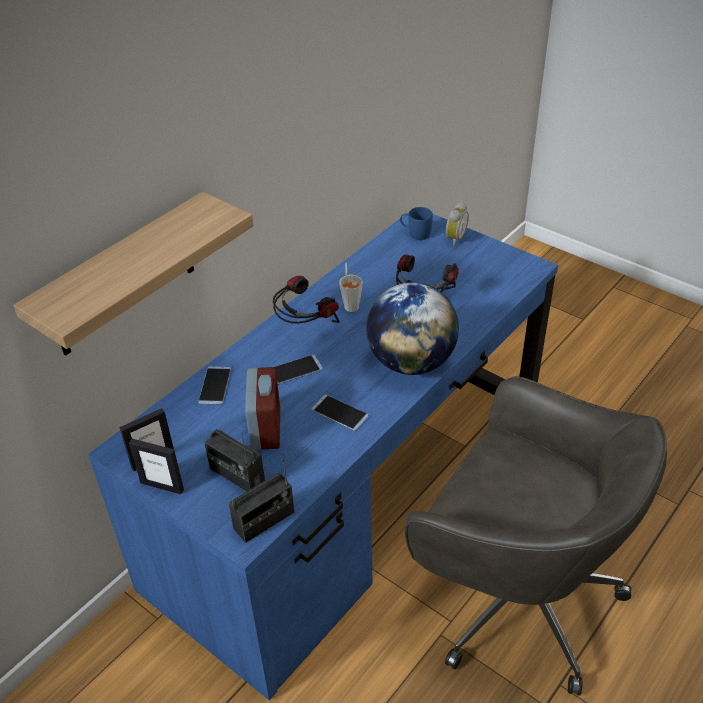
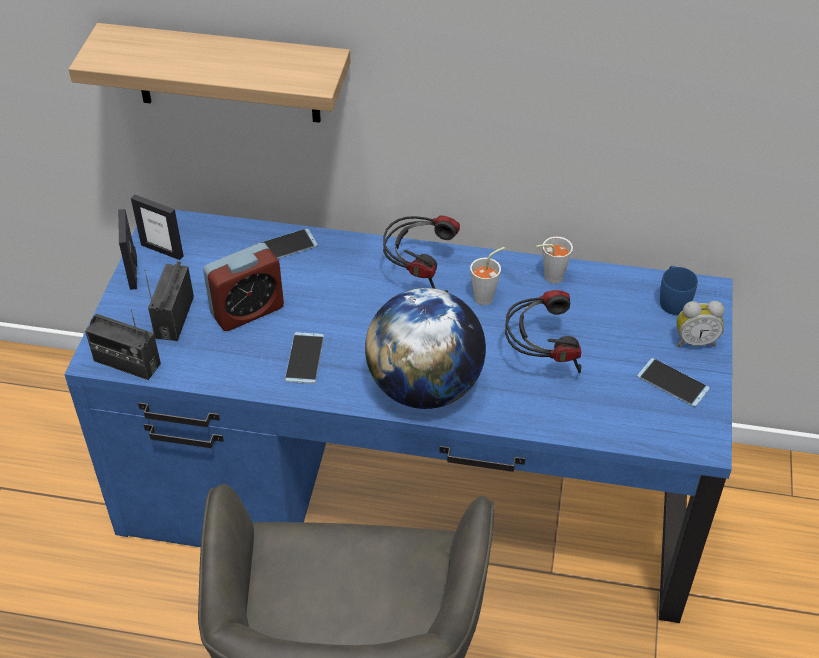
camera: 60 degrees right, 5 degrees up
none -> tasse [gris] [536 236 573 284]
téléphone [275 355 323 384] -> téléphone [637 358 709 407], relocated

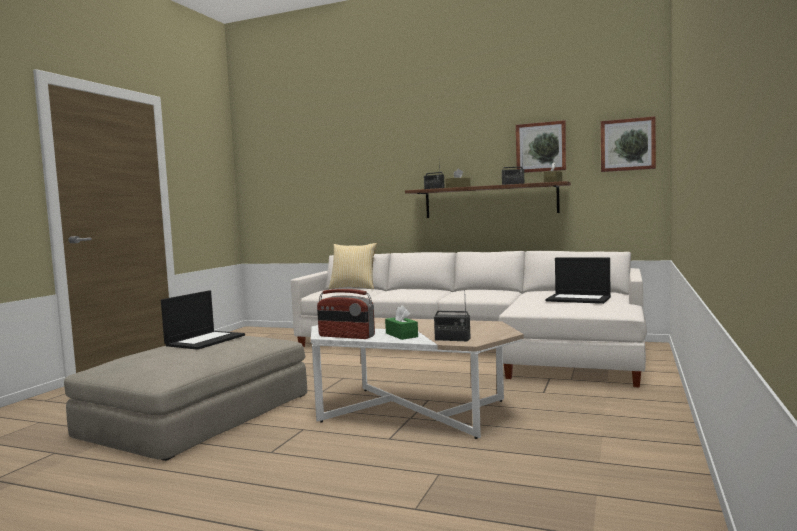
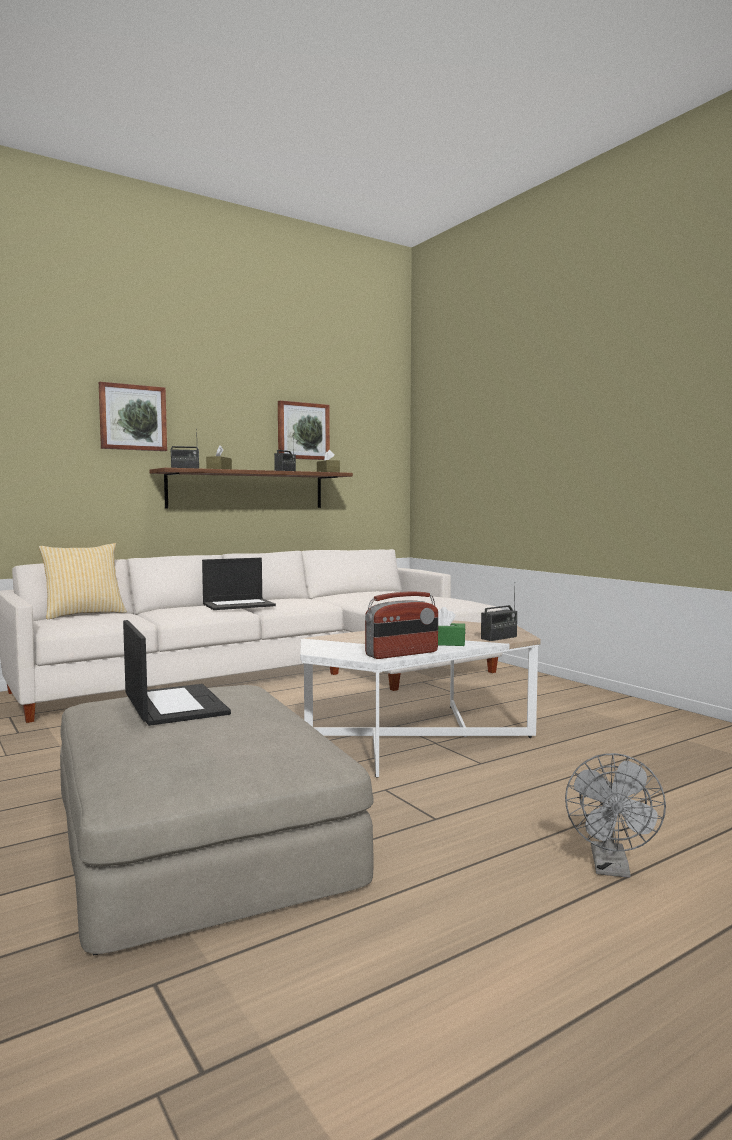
camera: 55 degrees left, 0 degrees up
none -> ventilateur [gris] [565 753 666 878]
ordinateur portable [545 257 611 304] -> ordinateur portable [202 558 276 610], relocated
tableau [601 116 656 172] -> tableau [99 382 167 451], relocated

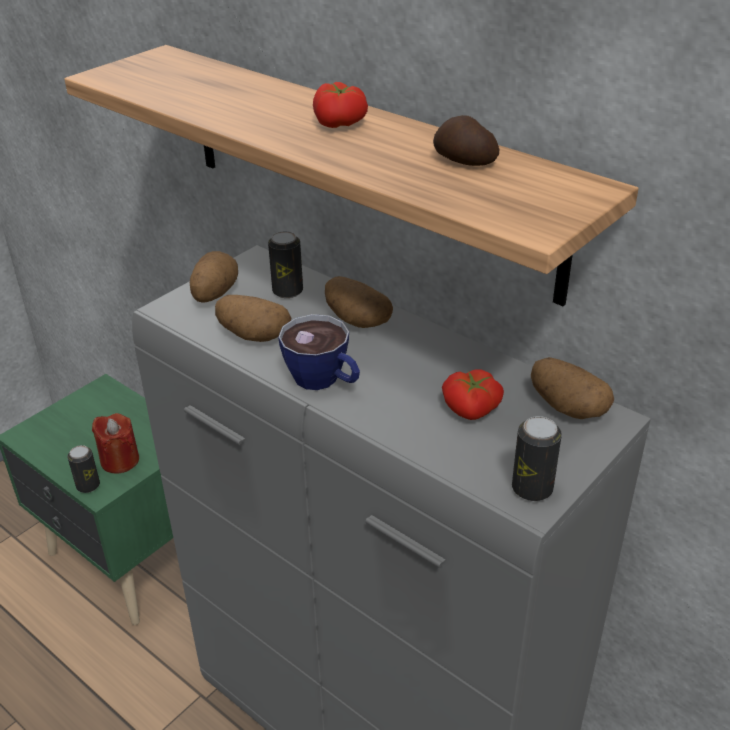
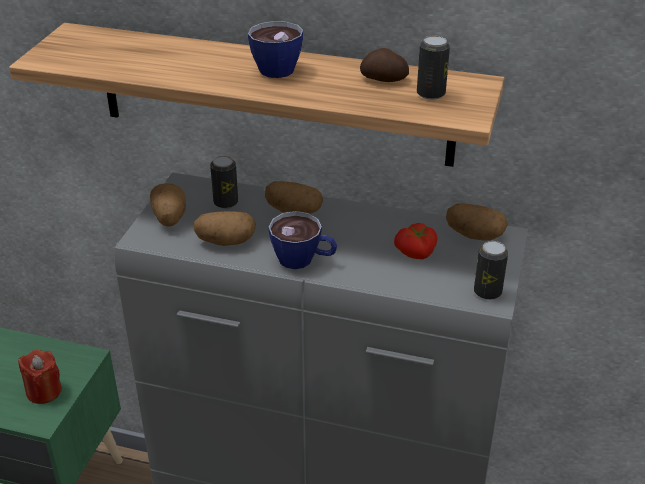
camera: 25 degrees left, 0 degrees up
boîte métallique [67 445 100 493] -> boîte métallique [417 35 450 100], relocated
tomate [313 82 368 128] -> tasse [248 21 303 78]

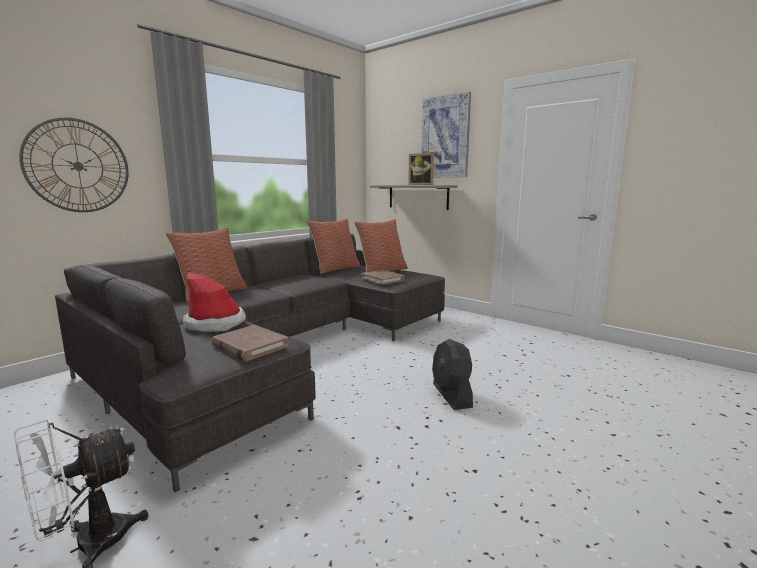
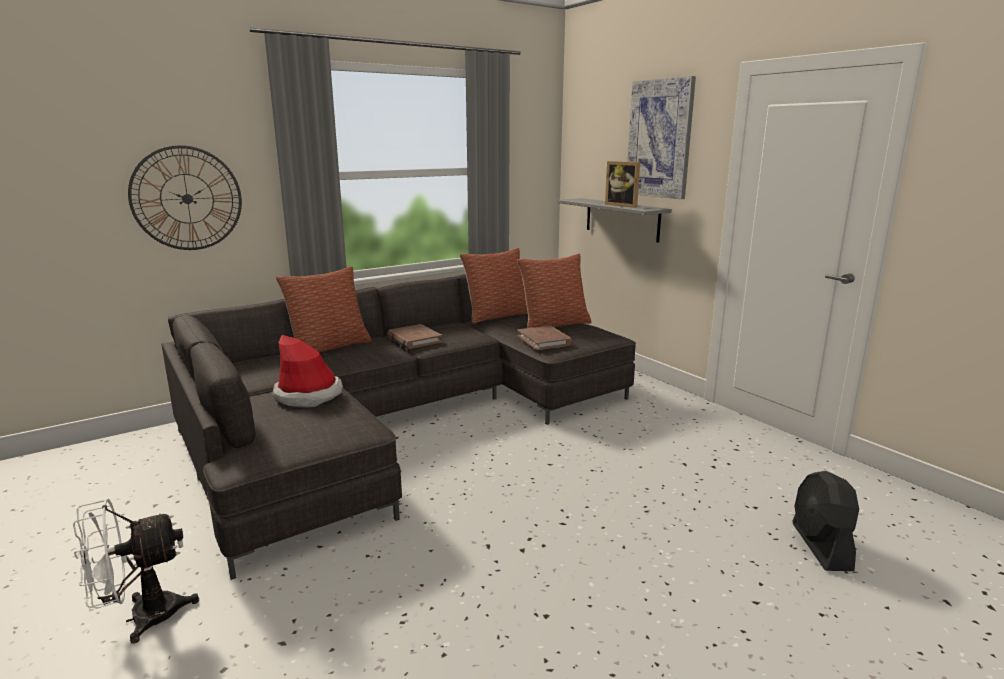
camera: 15 degrees right, 5 degrees up
livre [marron] [212 325 289 361] -> livre [marron] [387 324 442 349], relocated
ventilateur [noir] [432 339 473 410] -> ventilateur [noir] [792 471 859 571], relocated

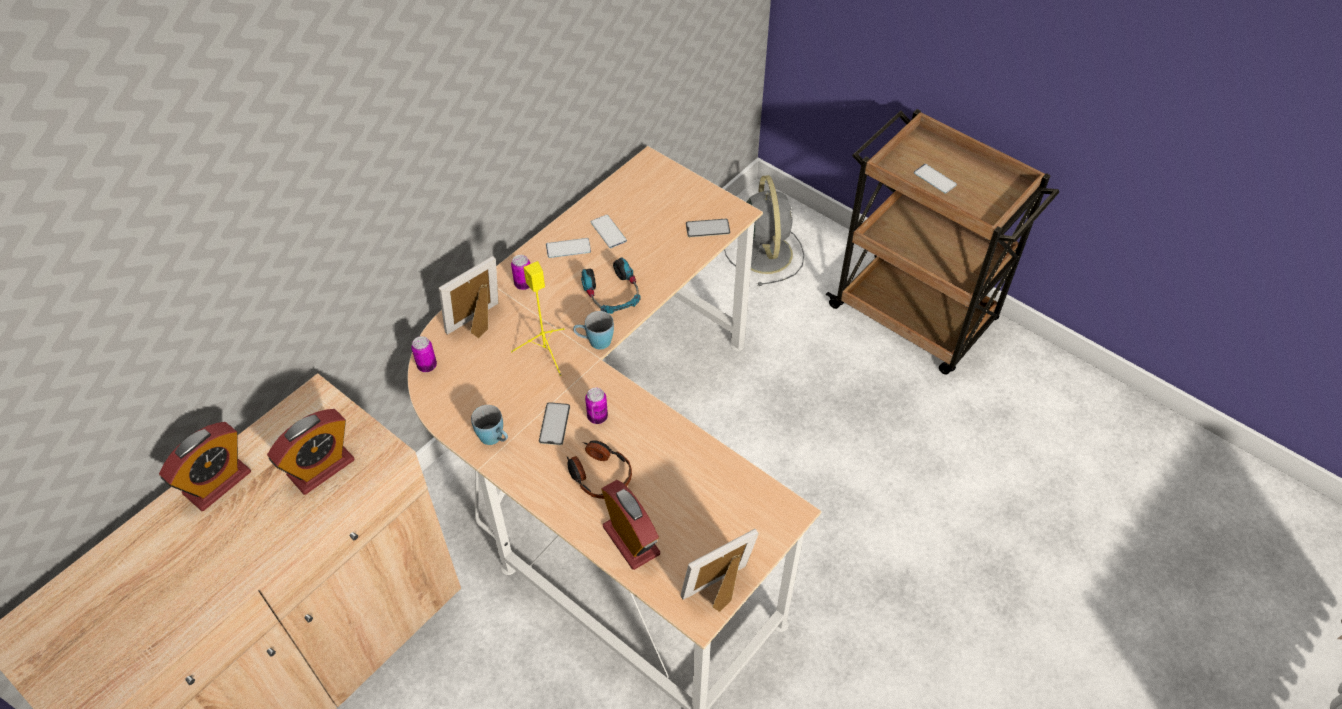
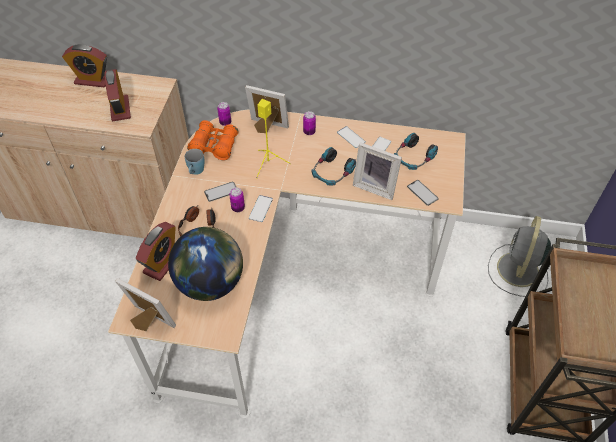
camera: 60 degrees right, 0 degrees up
mug [bleu] [573 311 614 350] -> none
none -> globe [168 227 243 301]
none -> jumelles [orange] [187 120 238 160]
none -> cadre photo [353 142 402 200]
none -> casque audio [394 133 438 170]
téléphone [914 164 957 194] -> téléphone [249 195 273 222], relocated
réveil [267 409 354 495] -> réveil [104 69 131 121], 60 degrees clockwise
ventilateur [gris] [724 175 804 286] -> ventilateur [gris] [488 216 551 297], 150 degrees clockwise

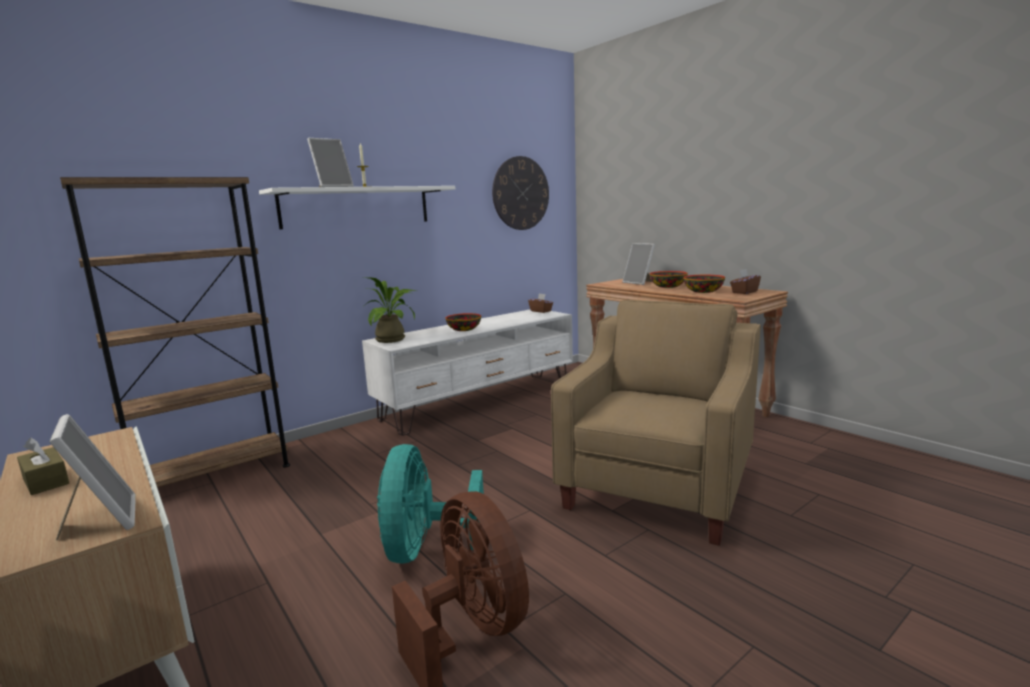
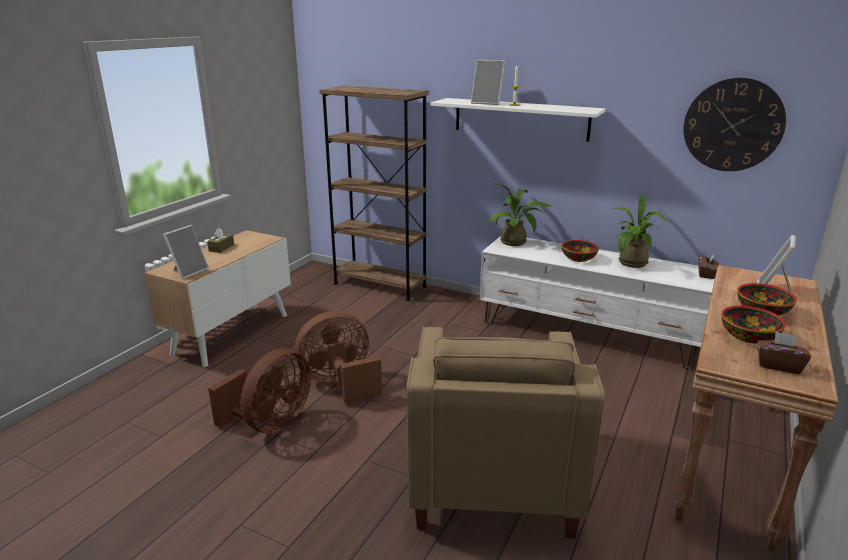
camera: 65 degrees right, 10 degrees up
none -> plante en pot [611 195 667 268]
ventilateur [turquoise] [377 444 484 564] -> ventilateur [marron] [294 311 382 403]
fauteuil [beige] [551 300 761 546] -> fauteuil [beige] [407 326 605 538], 90 degrees clockwise

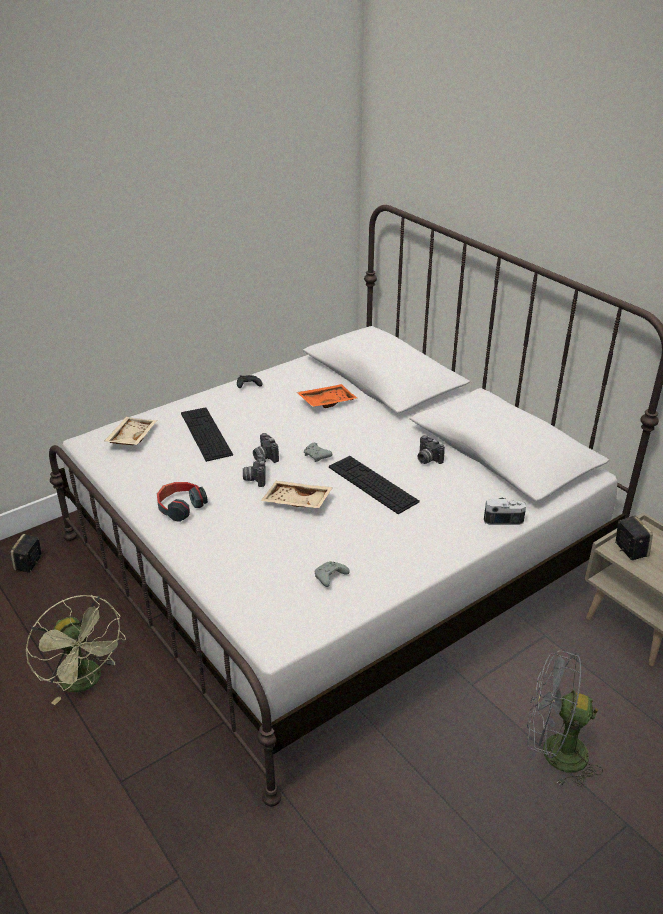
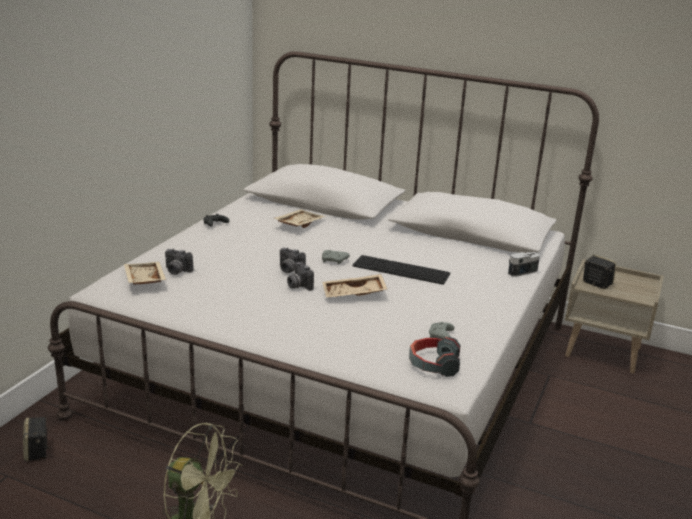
camera: 30 degrees left, 10 degrees down
clavier [181 407 233 462] -> none
ventilateur [gris] [527 651 603 787] -> none
casque audio [157 482 208 522] -> casque audio [409 337 461 377], relocated
appareil photo [418 435 445 464] -> appareil photo [165 248 193 275], relocated
plateau [orange] [297 384 358 408] -> plateau [beige] [274 209 326 228]

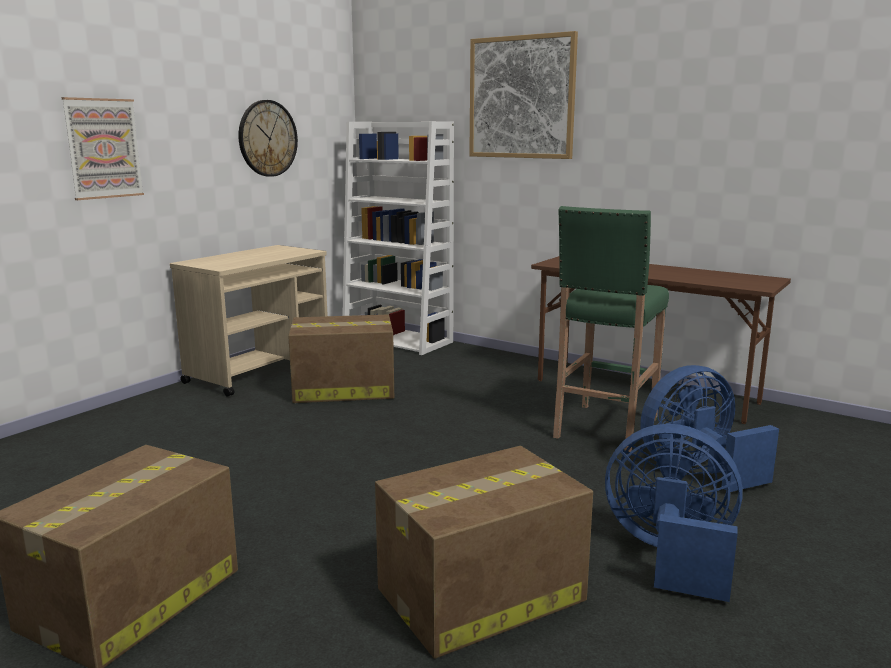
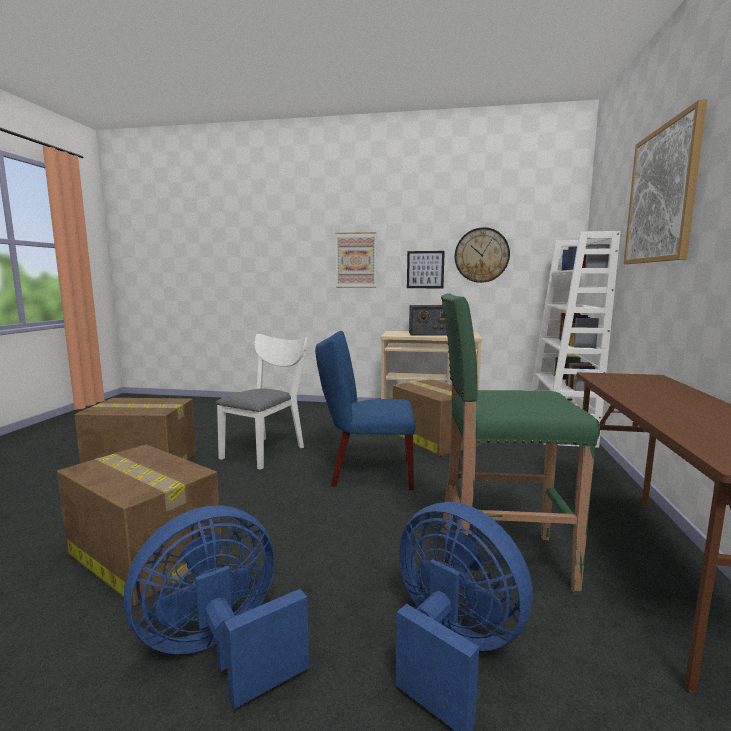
camera: 65 degrees right, 5 degrees down
none -> chaise [blanc] [216 334 308 470]
none -> chaise [bleu] [315 331 416 490]
none -> tableau [407 251 445 288]
none -> radio [409 305 447 336]
ventilateur [bleu] [605 424 743 602] -> ventilateur [bleu] [124 505 309 709], 120 degrees counterclockwise

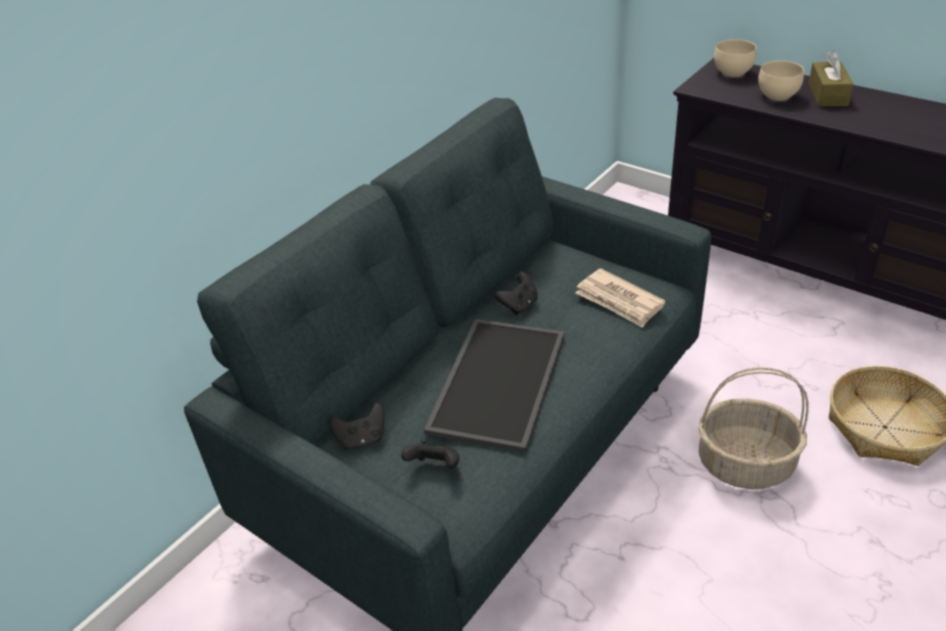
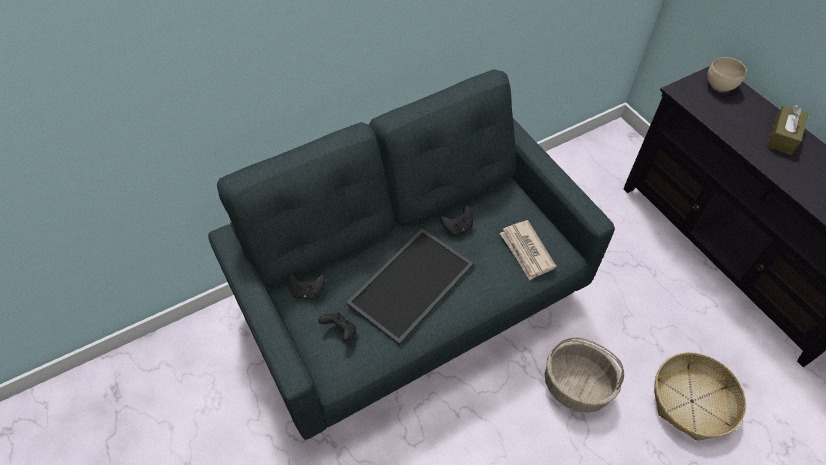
camera: 20 degrees right, 15 degrees up
bol [beige] [758 60 804 101] -> none

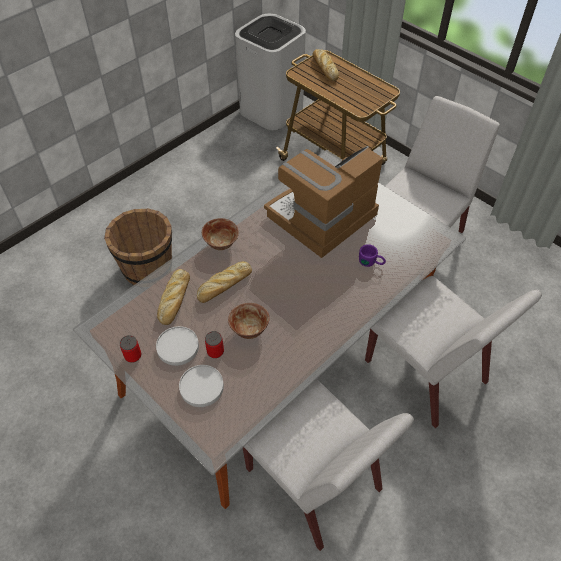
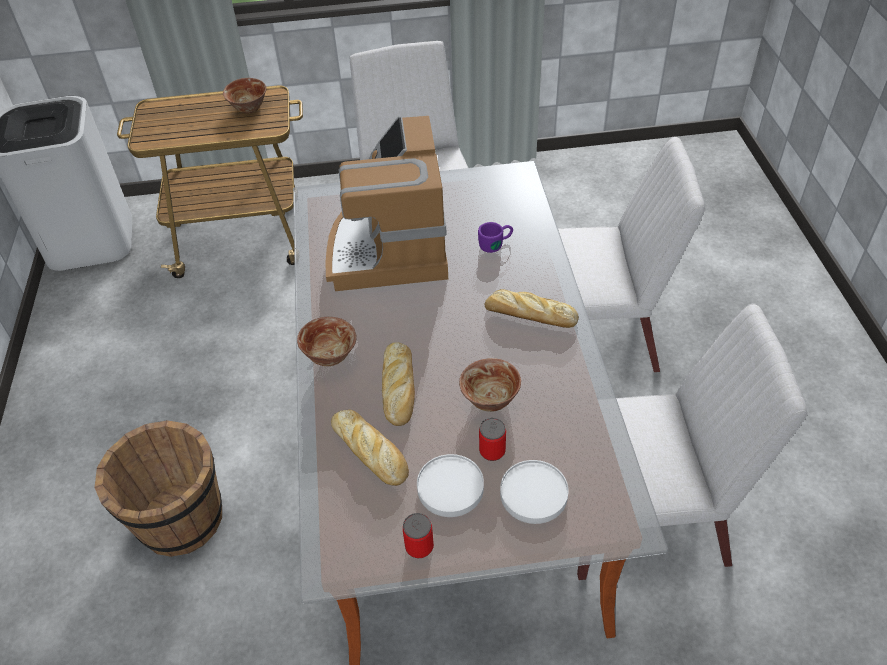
camera: 50 degrees left, 5 degrees down
none -> bol [223 78 266 113]
pain [313 49 339 81] -> pain [485 289 579 328], relocated

